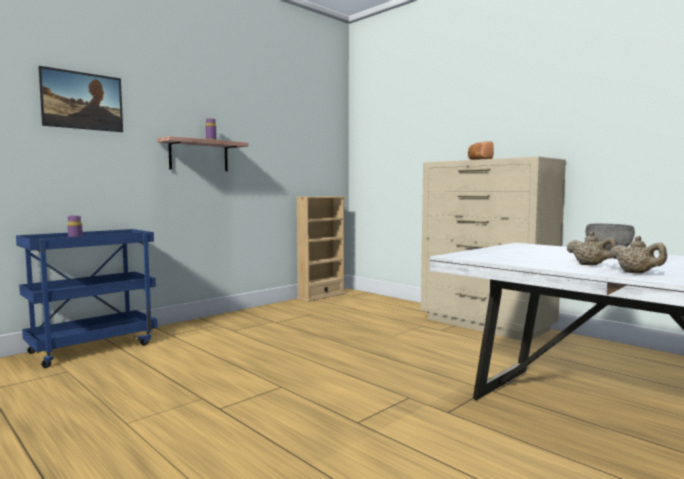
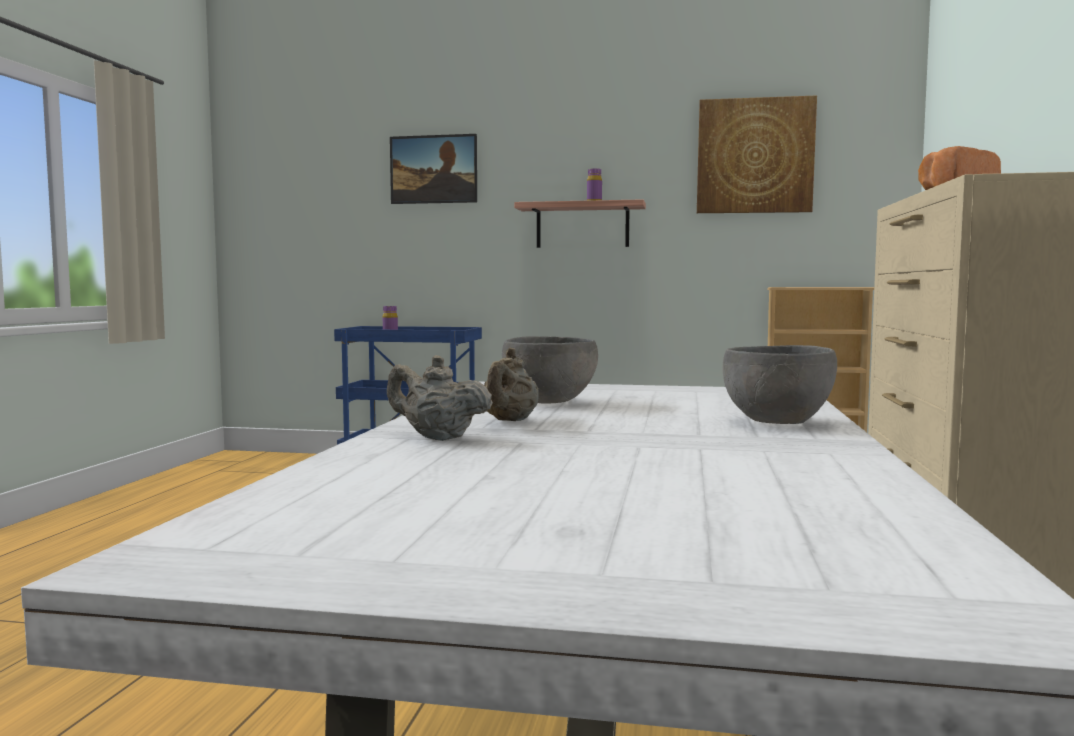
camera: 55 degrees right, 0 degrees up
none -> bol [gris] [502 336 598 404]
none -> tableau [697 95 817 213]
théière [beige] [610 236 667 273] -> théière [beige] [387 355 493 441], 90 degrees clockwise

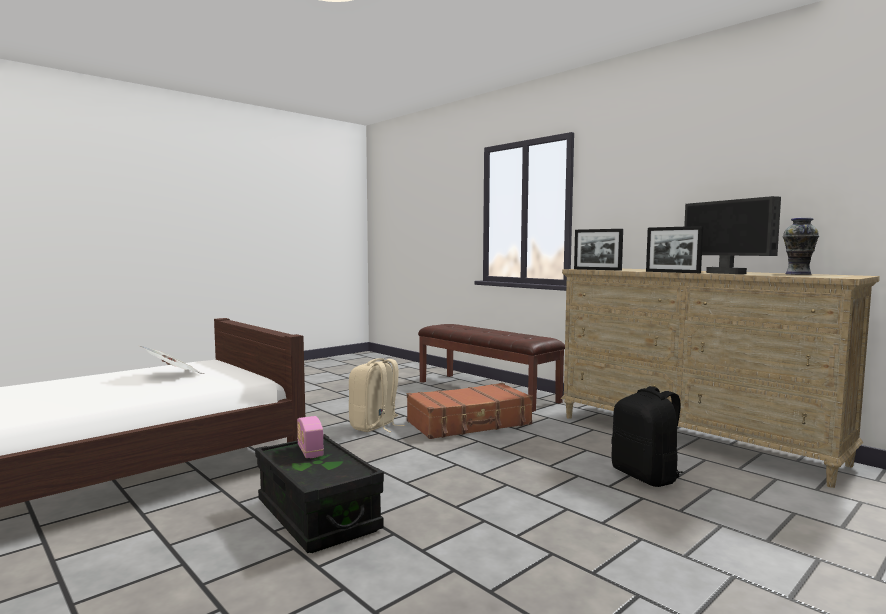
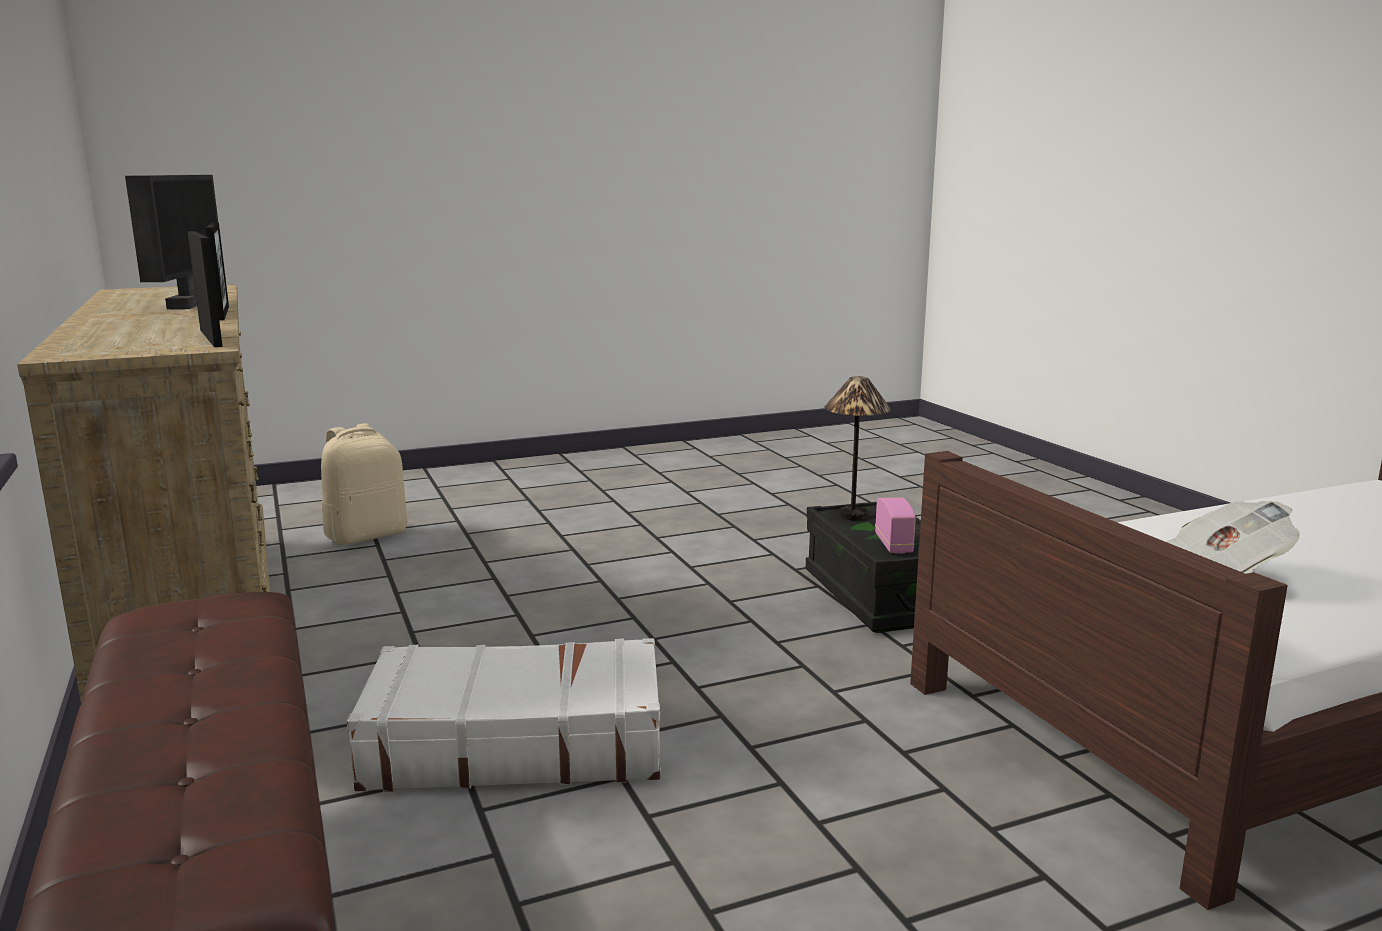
camera: 160 degrees left, 10 degrees up
sac à dos [noir] [611 386 684 487] -> none
vase [783 218 819 275] -> none
none -> lampe de table [825 376 891 520]
sac à dos [beige] [349 358 405 432] -> sac à dos [beige] [321 423 407 545], relocated
valise [marron] [407 383 533 439] -> valise [blanc] [347 638 661 792]

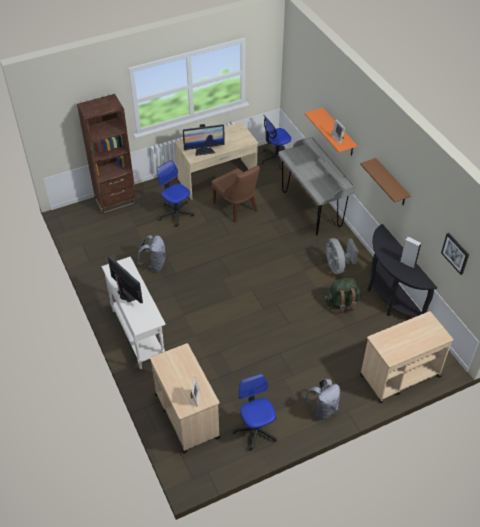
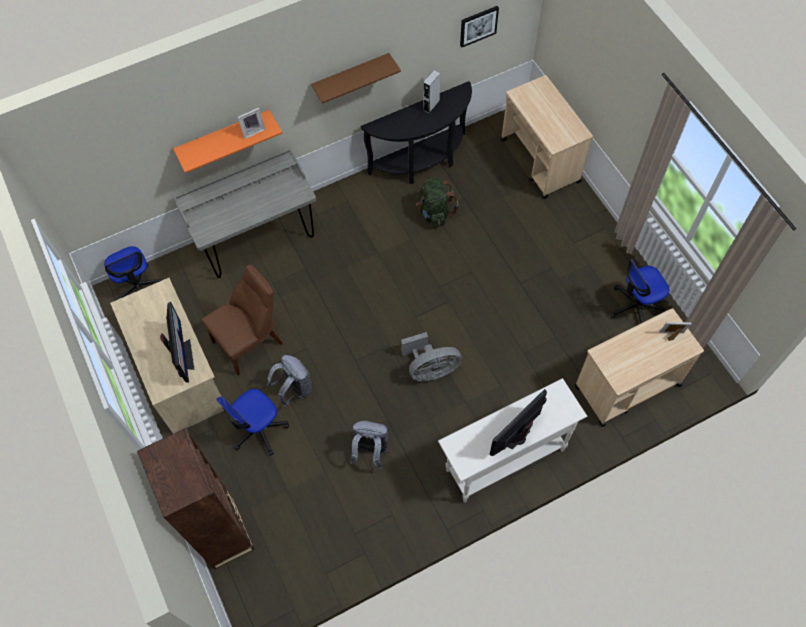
camera: 90 degrees left, 15 degrees up
sac à dos [gris] [304 379 340 420] -> sac à dos [gris] [267 355 312 408], relocated
ventilateur [gris] [326 238 358 274] -> ventilateur [gris] [401 332 462 381], relocated

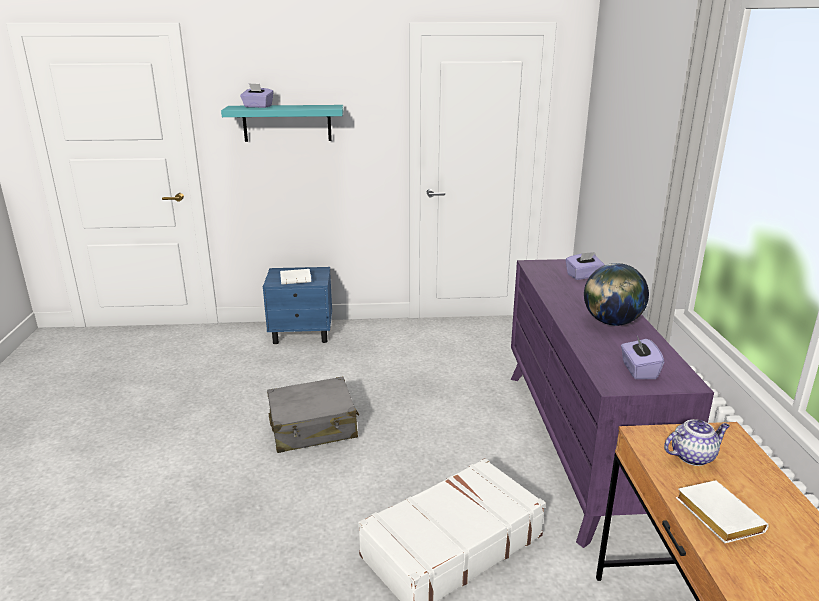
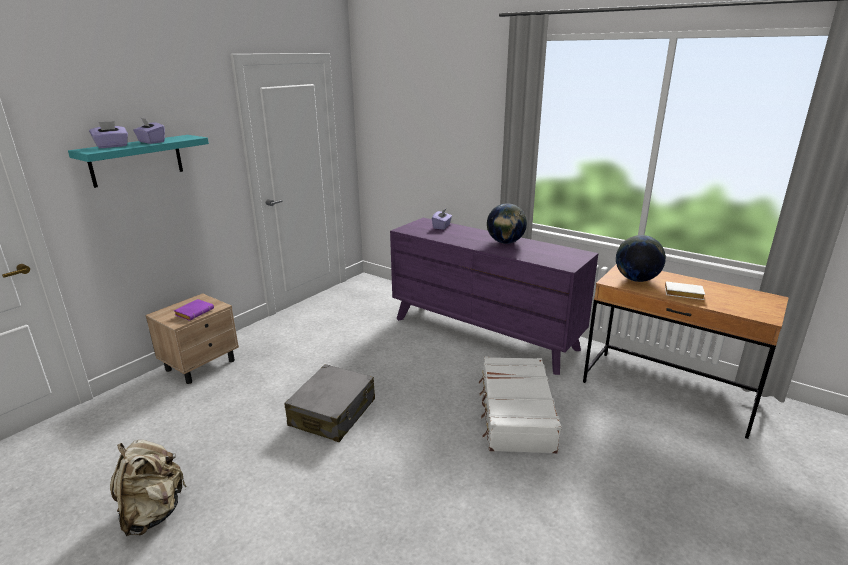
camera: 50 degrees left, 0 degrees up
none -> sac à dos [beige] [110 440 187 536]
boîte à mouchoirs [violet] [621 336 664 379] -> boîte à mouchoirs [violet] [133 118 165 144], relocated
théière [664 419 730 466] -> globe [616 235 666 282]
table de chevet [bleu] [263 267 332 344] -> table de chevet [beige] [145 293 239 384]
livre [blanc] [280 269 311 285] -> livre [violet] [174 299 214 321]

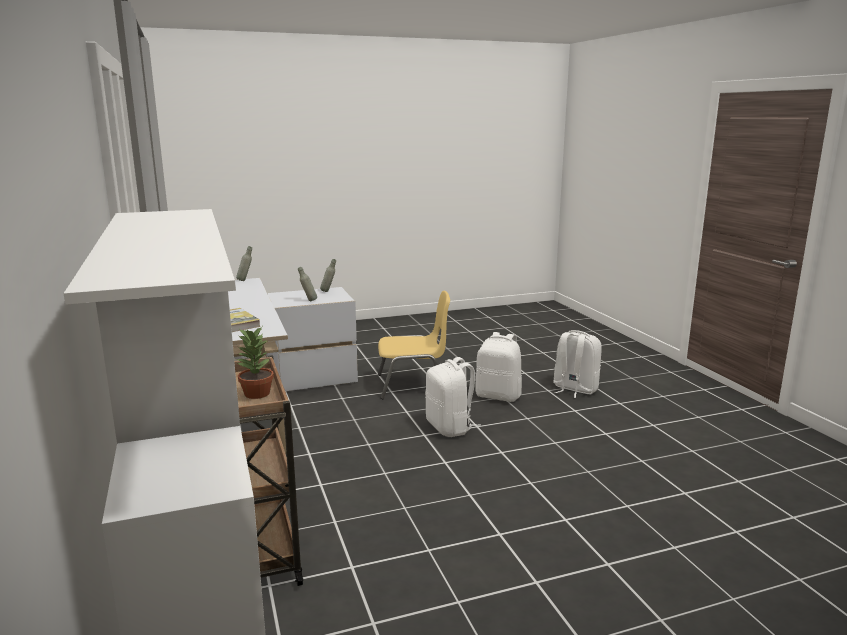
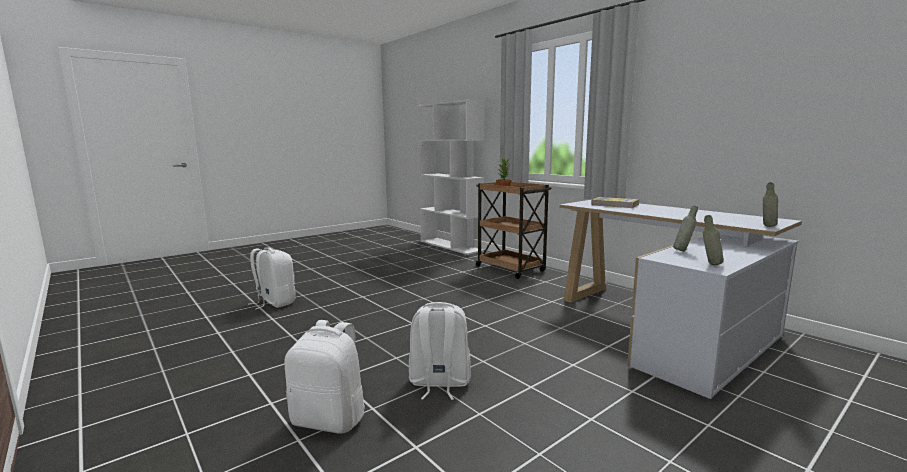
camera: 160 degrees right, 5 degrees down
chaise [jaune] [378 291 450 399] -> none
sac à dos [blanc] [425 357 481 437] -> sac à dos [blanc] [248 247 296 309], relocated

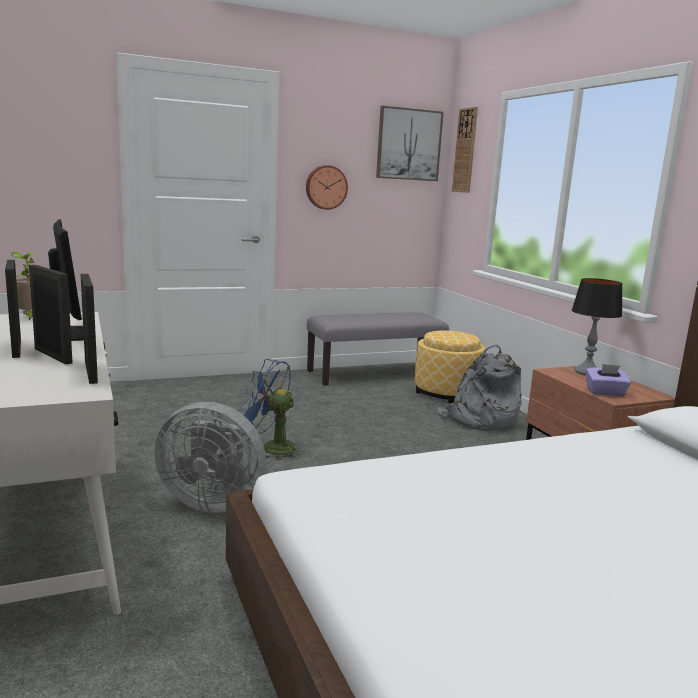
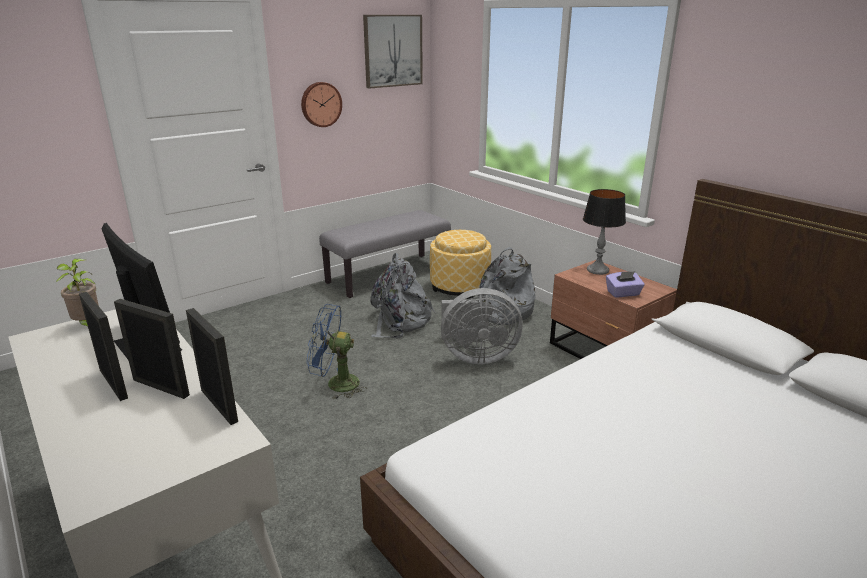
camera: 15 degrees left, 10 degrees up
horloge murale [452 107 478 193] -> none
none -> sac à dos [gris] [370 253 436 338]
ventilateur [gris] [154 402 266 513] -> ventilateur [gris] [441 288 523 364], relocated

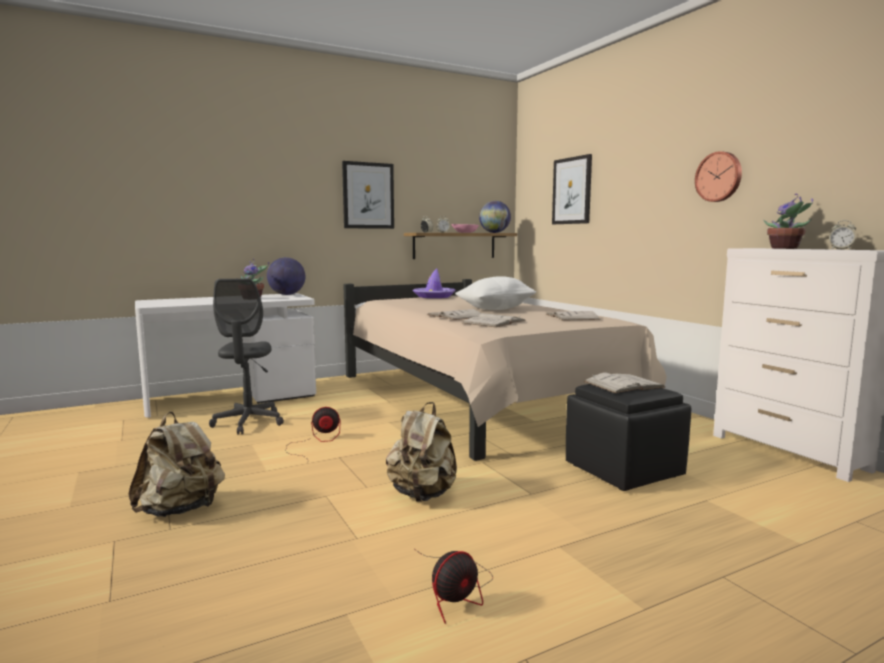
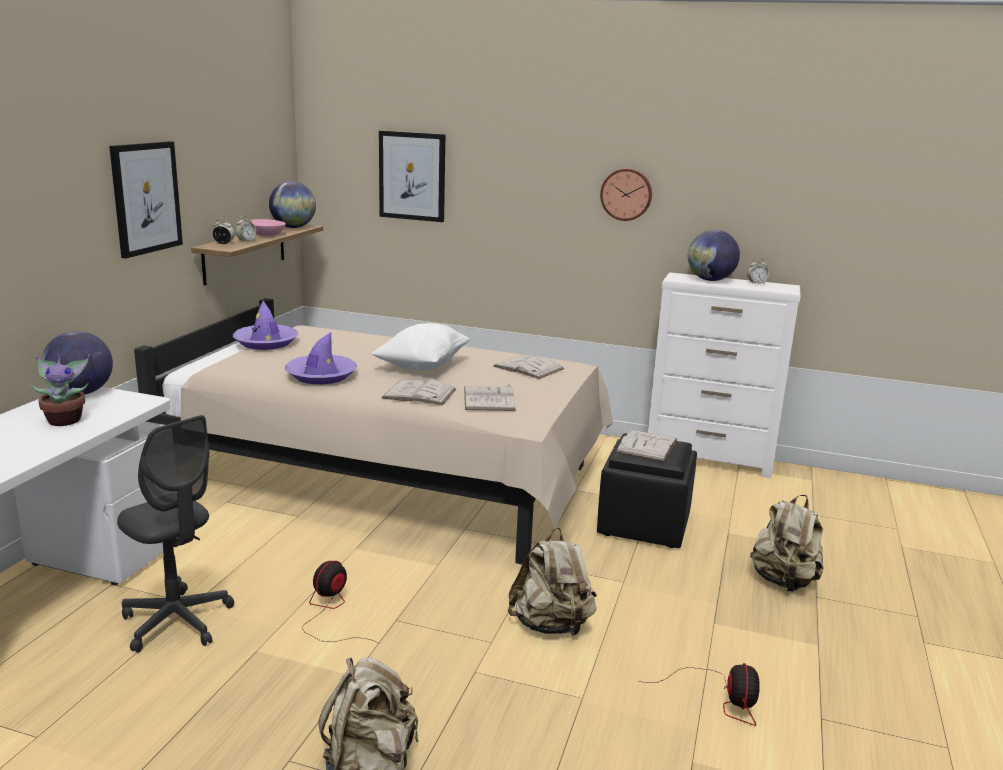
camera: 45 degrees left, 10 degrees up
none -> chapeau [violet] [285 332 357 384]
none -> sac à dos [beige] [750 495 824 592]
plante en pot [763 194 813 249] -> globe [688 230 740 281]

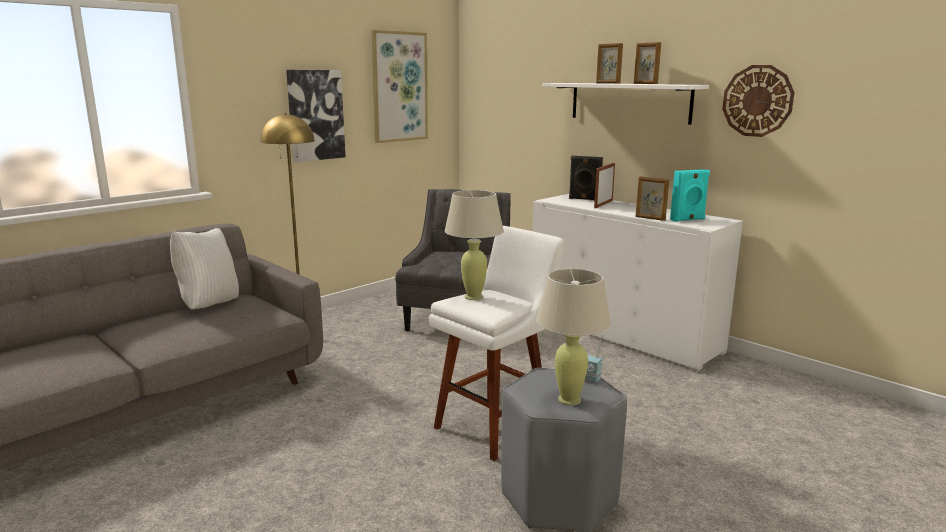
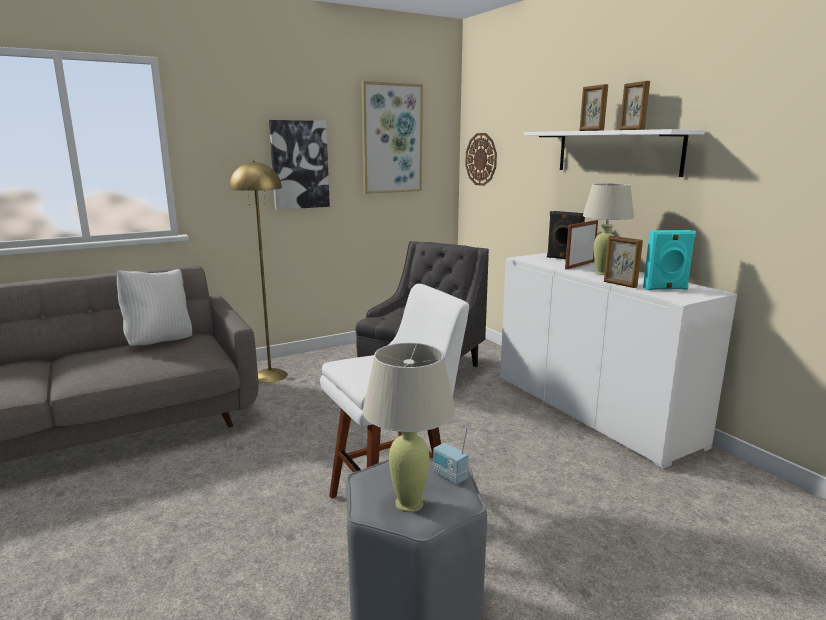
camera: 15 degrees right, 0 degrees up
lampe de table [beige] [445 190 504 300] -> lampe de table [beige] [583 183 634 275], relocated
horloge murale [722 65 795 137] -> horloge murale [465 133 497 186], relocated

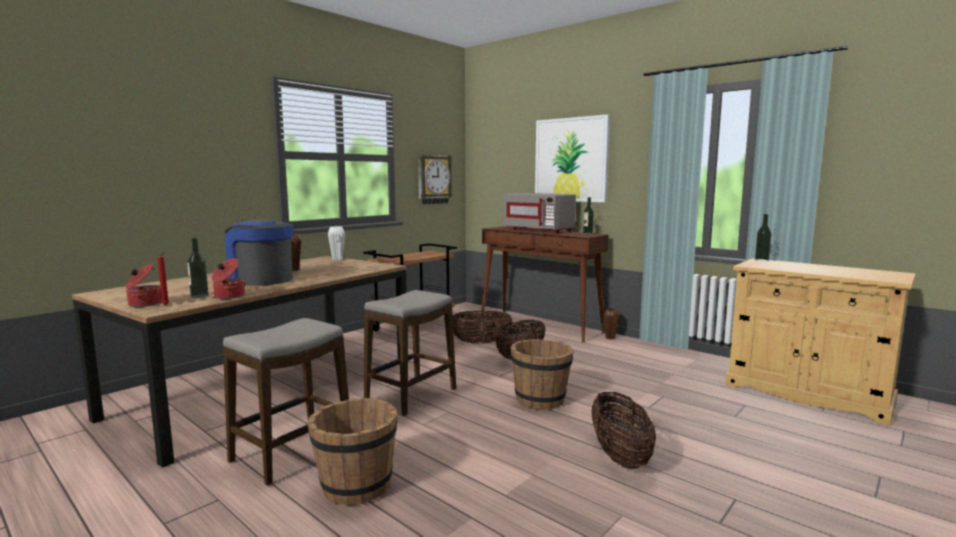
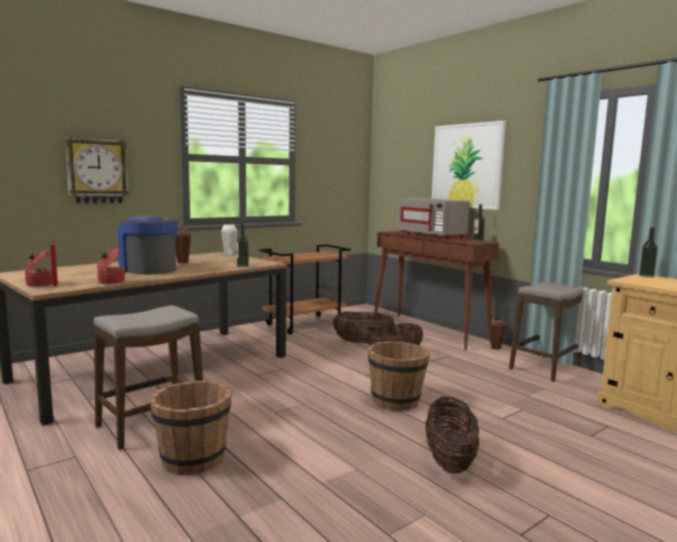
camera: 10 degrees right, 0 degrees up
bouteille [187 238 209 298] -> bouteille [236 223 249 268], relocated
tabouret [364 290 456 416] -> tabouret [509 281 586 382], relocated
horloge murale [418 154 453 204] -> horloge murale [65 137 129 204], relocated

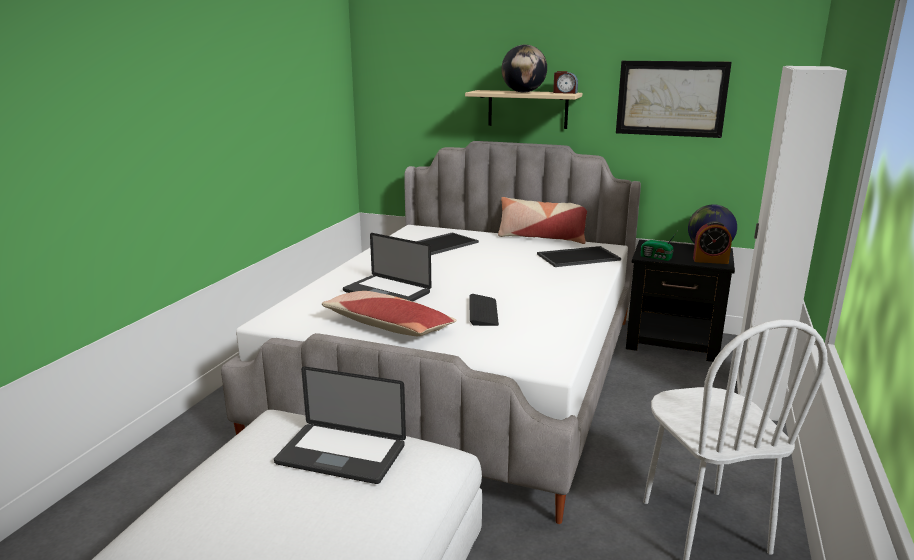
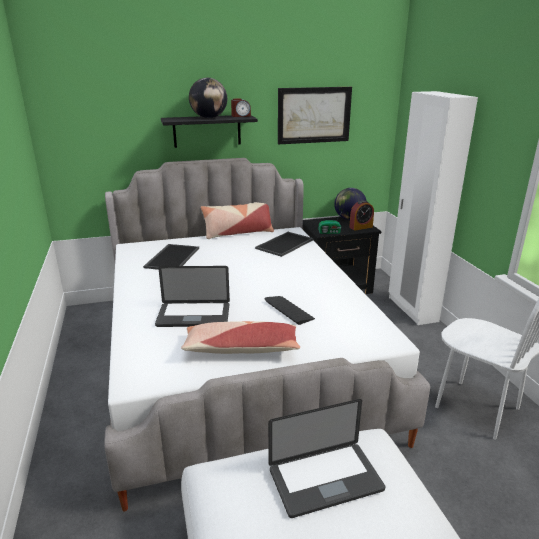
camera: 35 degrees left, 5 degrees up
étagère [beige] [465 90 582 129] -> étagère [noir] [161 115 258 148]

